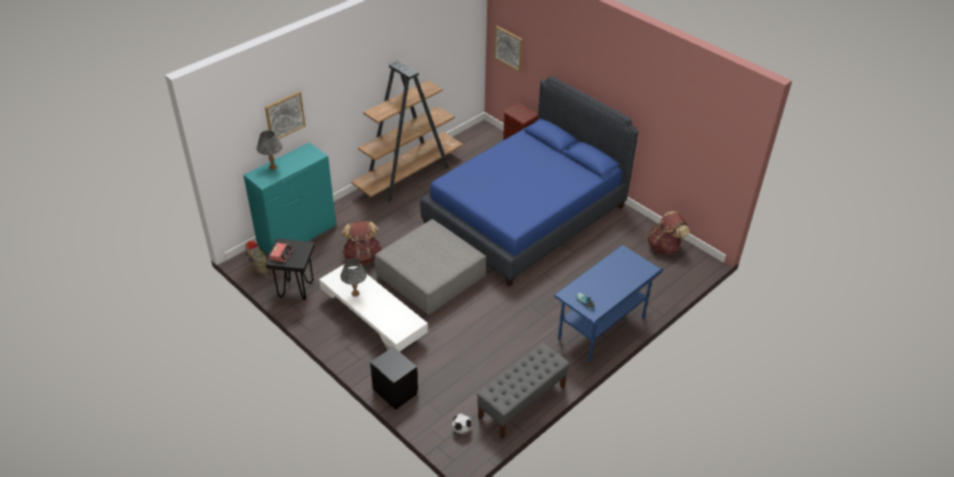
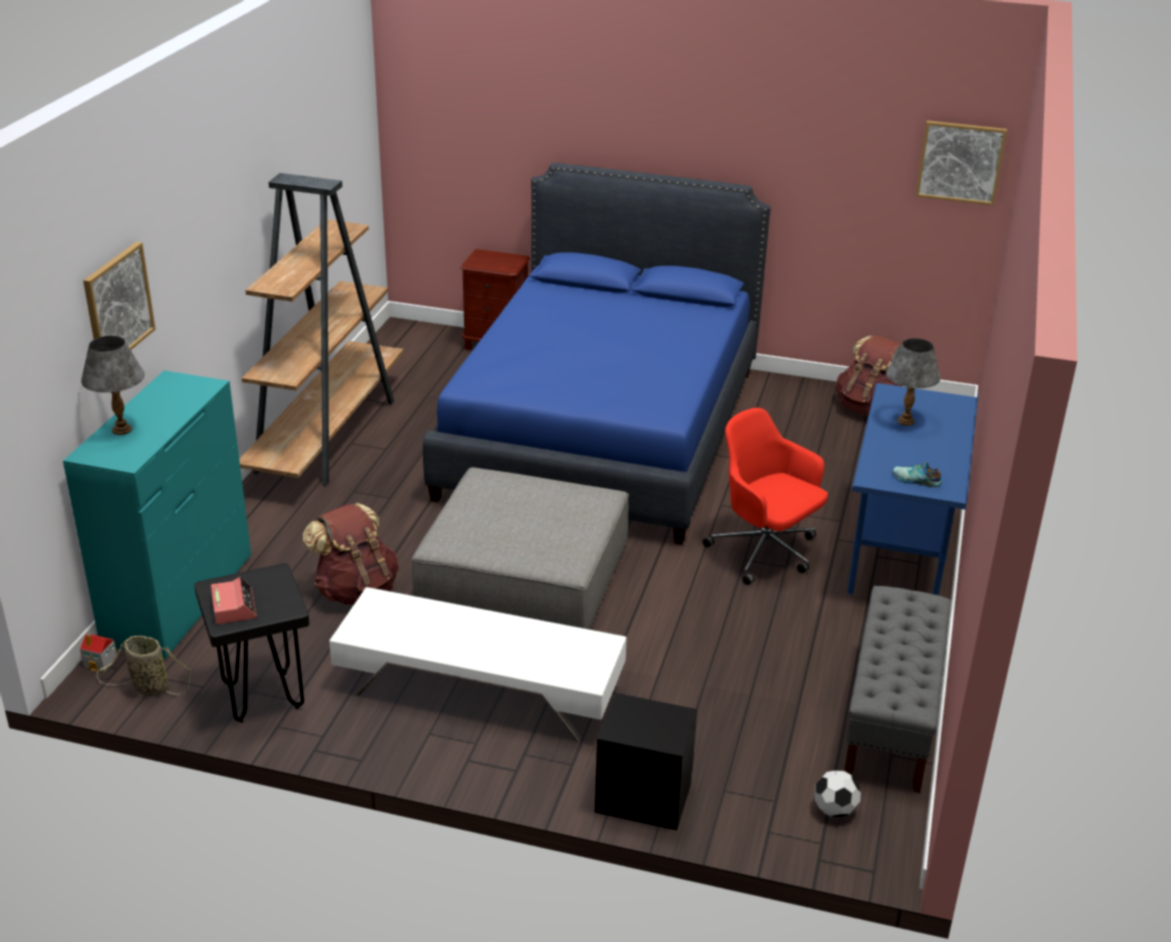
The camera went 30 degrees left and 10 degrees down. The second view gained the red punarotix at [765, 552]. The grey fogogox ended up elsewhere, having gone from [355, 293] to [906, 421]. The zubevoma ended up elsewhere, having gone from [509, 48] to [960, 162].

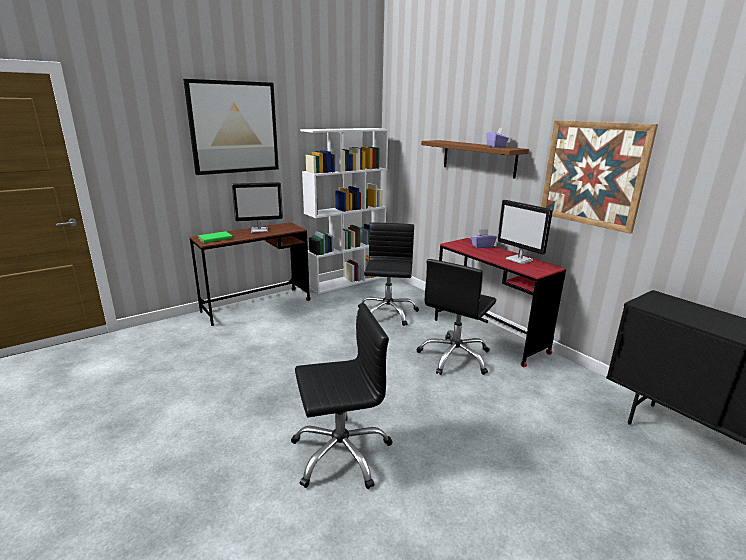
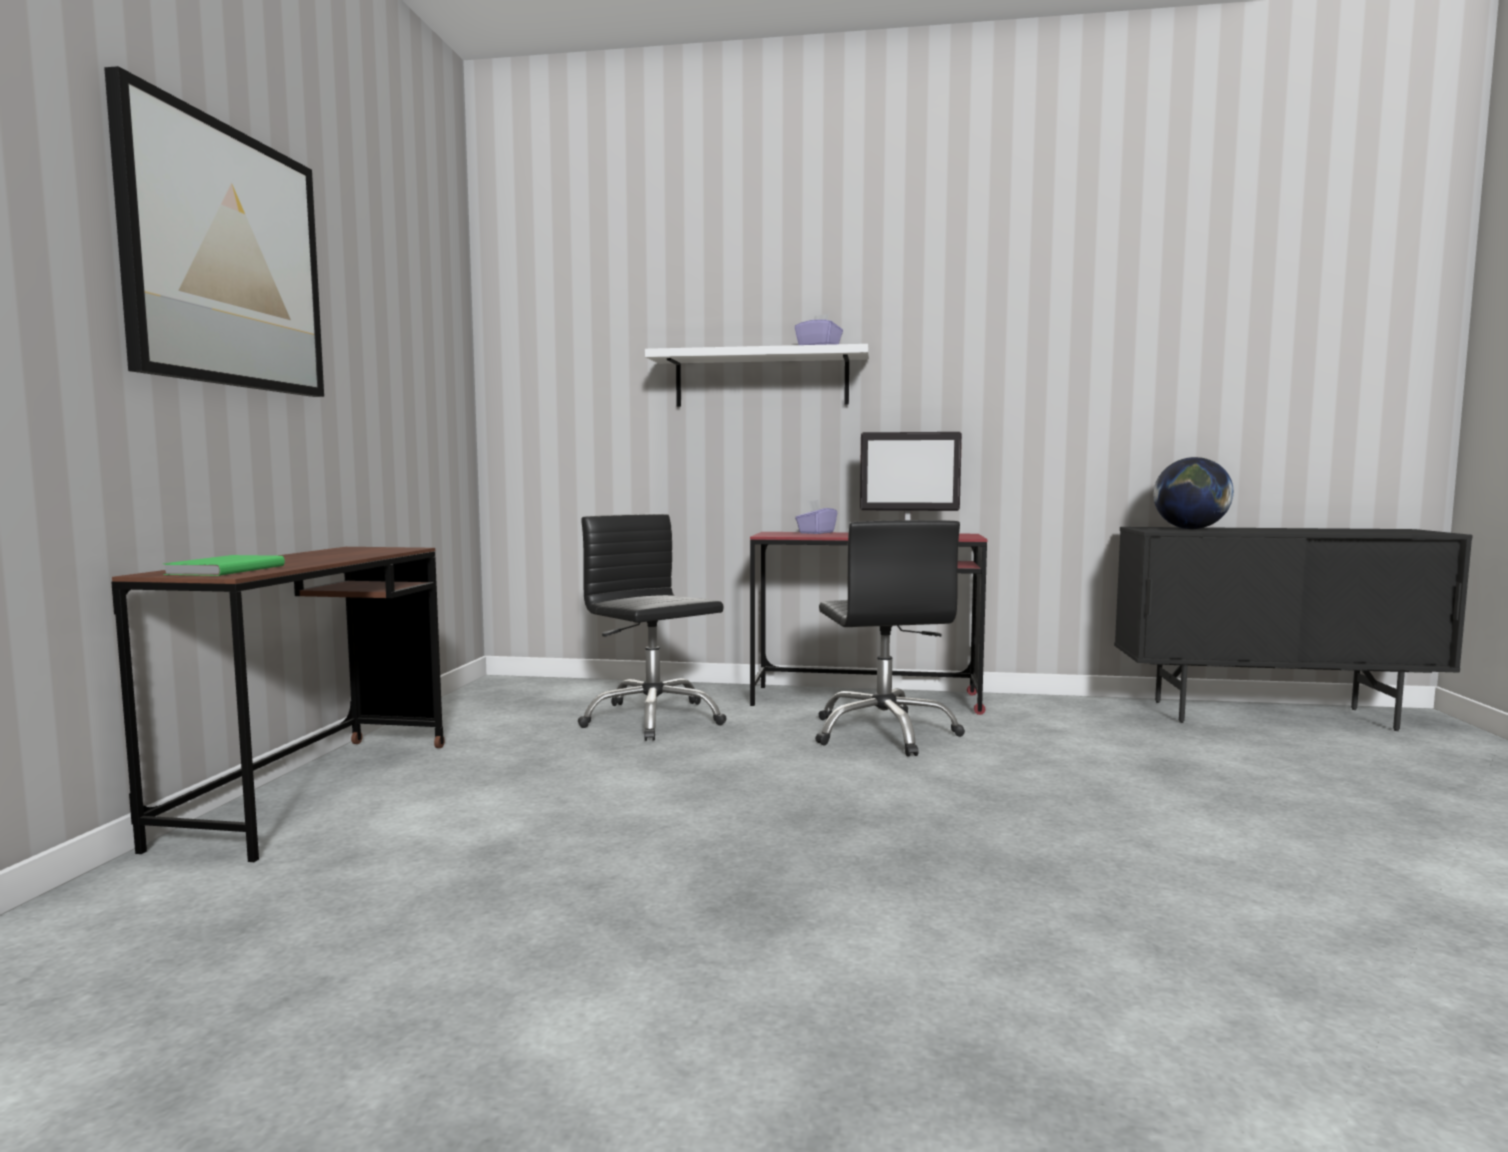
The camera went 45 degrees left and 15 degrees down. The second view lost the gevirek at [260, 230]. The second view lost the black punarotix at [340, 453]. The second view lost the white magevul at [346, 281]. The second view lost the zubevoma at [592, 174]. The second view gained the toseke at [1190, 529]. What was the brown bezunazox at [478, 158] turned into the white bezunazox at [761, 379].

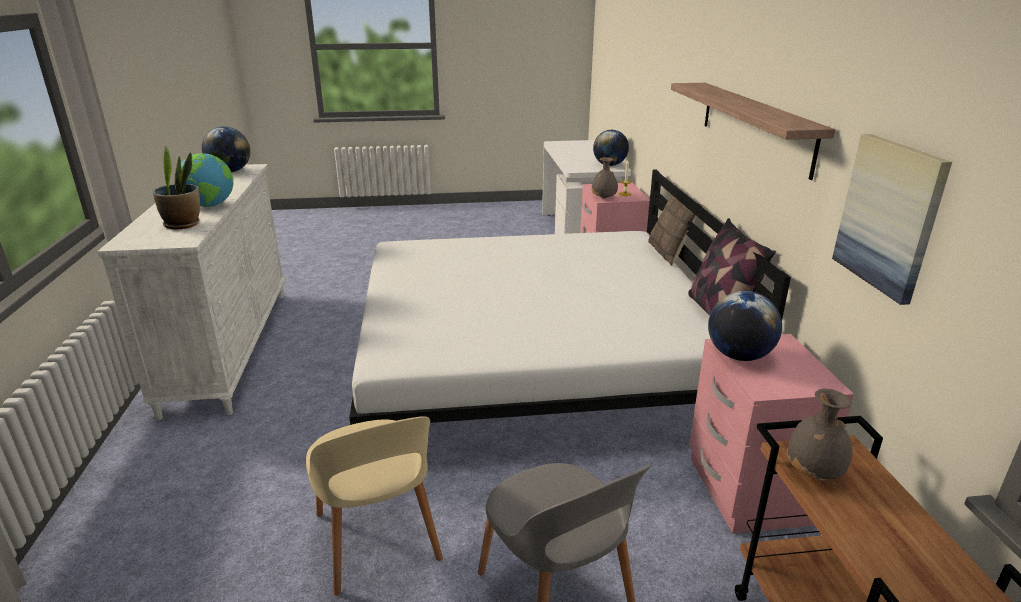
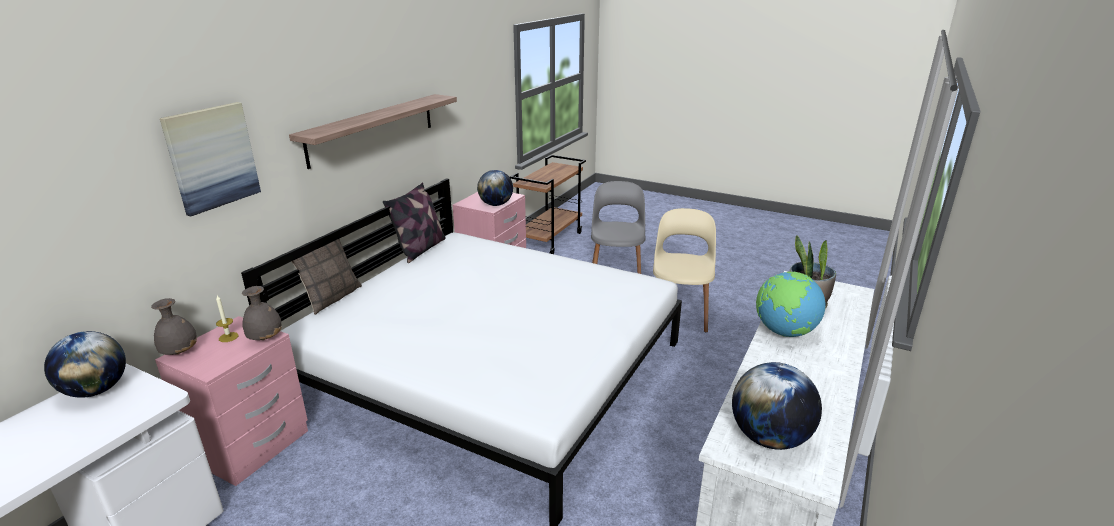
The camera went 145 degrees left and 0 degrees up. The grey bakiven ended up elsewhere, having gone from [814, 473] to [180, 352]. The zubevoma ended up elsewhere, having gone from [889, 216] to [212, 157].

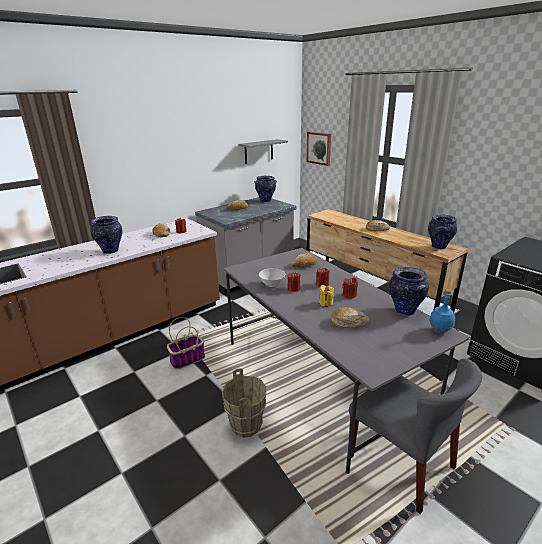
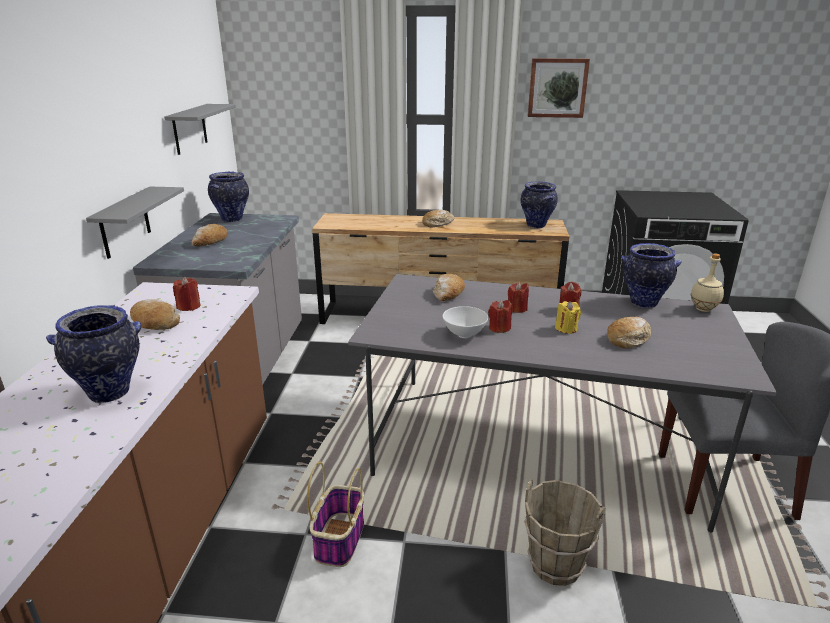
The camera went 45 degrees left and 0 degrees up. The second view gained the grey bezunazox at [125, 222]. The zubevoma ended up elsewhere, having gone from [319, 148] to [557, 88]. What was the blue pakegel at [440, 331] turned into the beige pakegel at [703, 309].

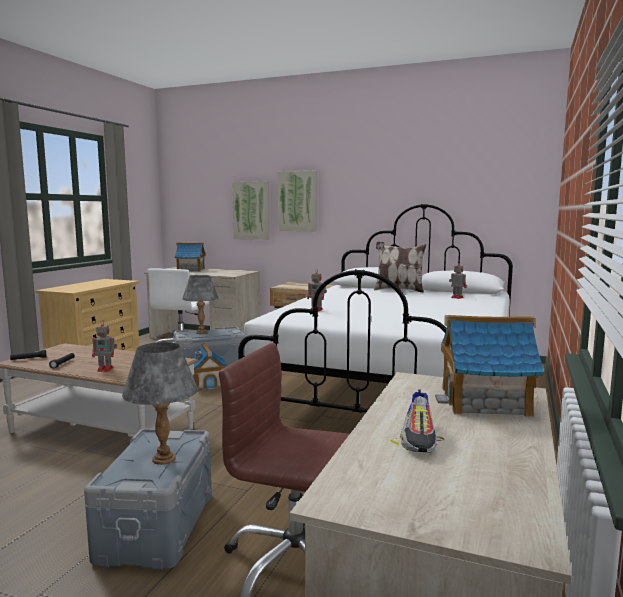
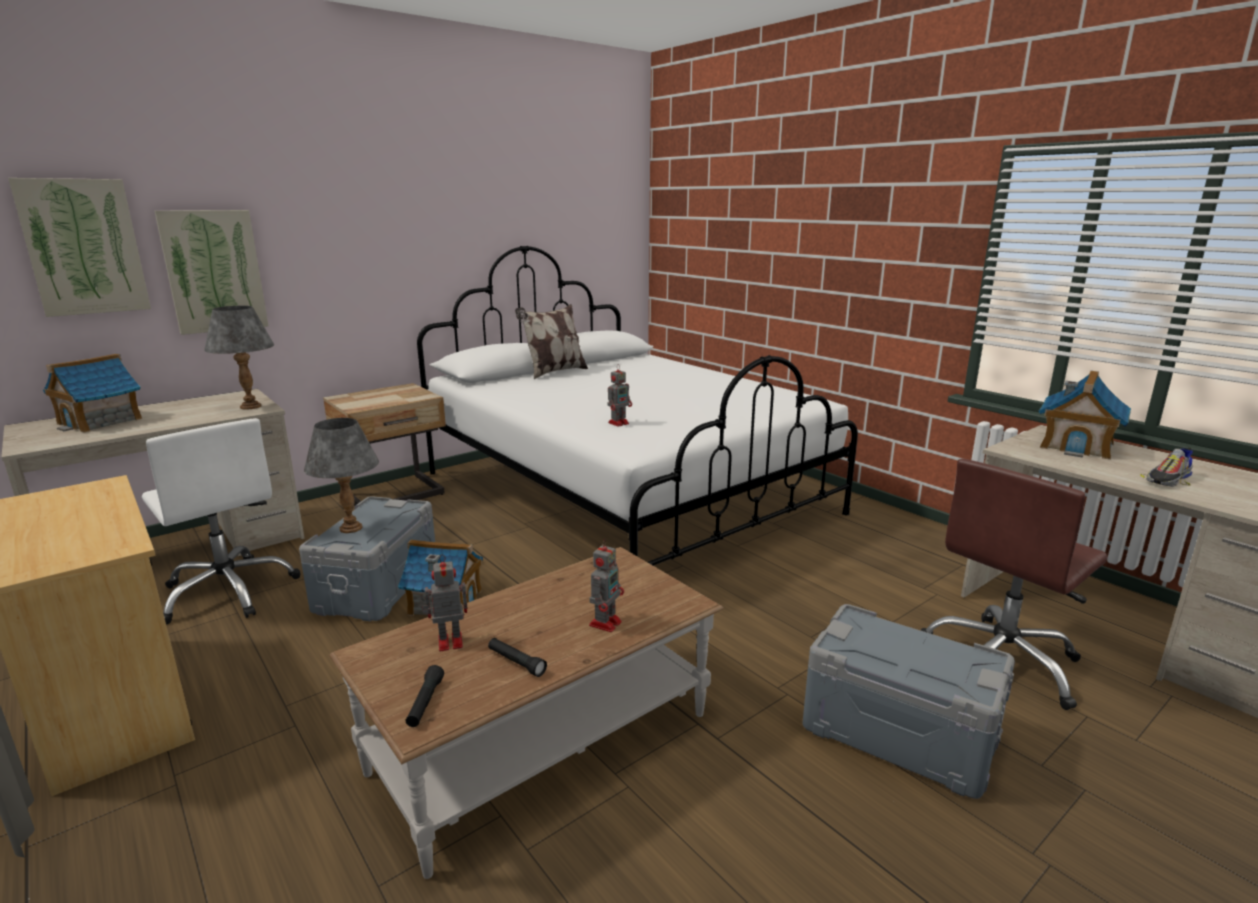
The camera went 60 degrees left and 10 degrees up. The grey fogogox ended up elsewhere, having gone from [163, 459] to [250, 406]. The zubevoma ended up elsewhere, having gone from [297, 201] to [83, 247]. The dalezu ended up elsewhere, having gone from [456, 297] to [448, 642]. The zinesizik at [419, 437] ended up facing another way, 105 degrees clockwise from before.

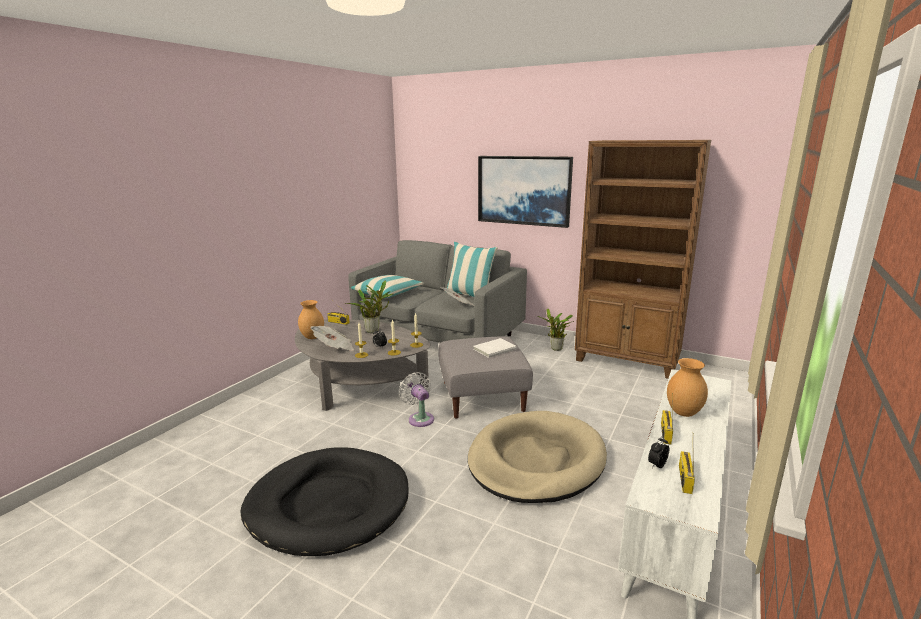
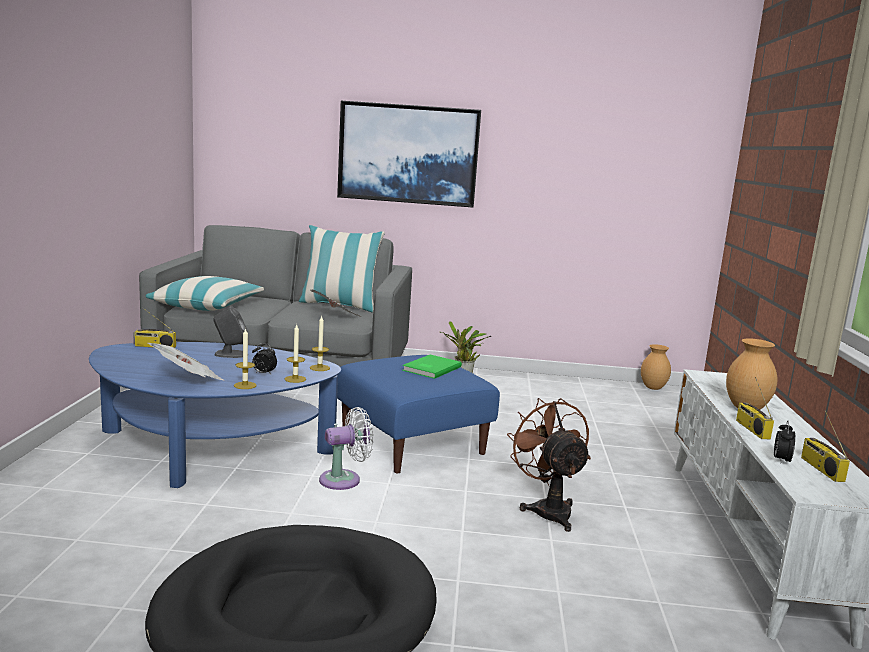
The camera went 25 degrees left and 5 degrees down. The second view lost the brown magevul at [627, 361]. The brown bakiven ended up elsewhere, having gone from [313, 337] to [653, 388]. Where the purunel stood at [374, 331], the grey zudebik came to stand at [230, 354]. Where the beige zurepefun stood at [536, 461], the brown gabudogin came to stand at [548, 509]. What was the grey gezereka at [360, 387] turned into the blue gezereka at [210, 449]. What was the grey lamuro at [482, 396] turned into the blue lamuro at [411, 442]. What was the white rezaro at [493, 349] turned into the green rezaro at [430, 368]. The white gabudogin at [420, 418] ended up facing another way, 120 degrees clockwise from before.

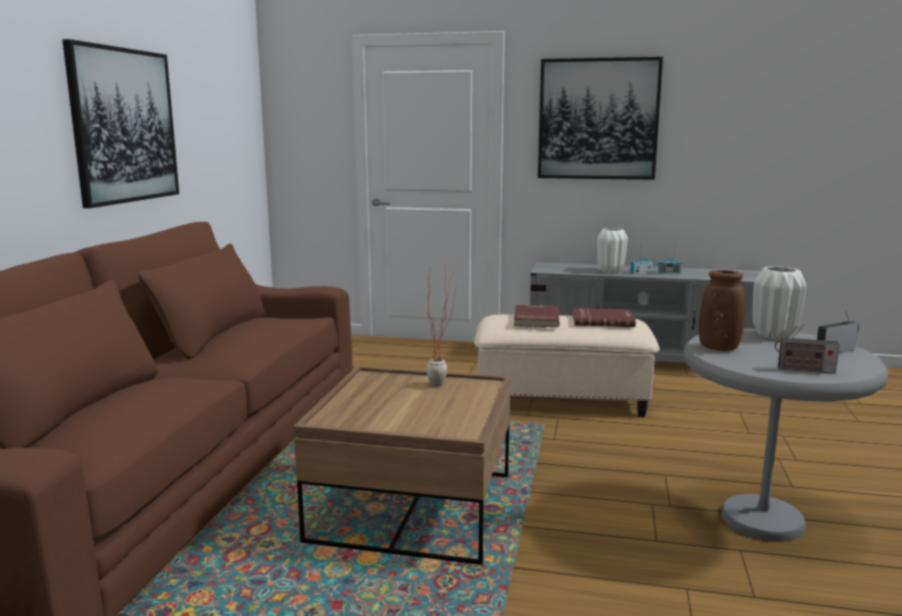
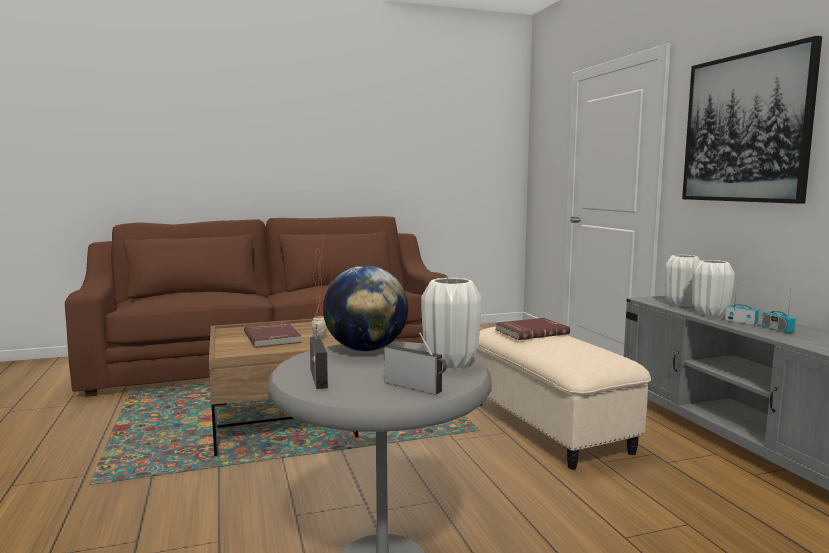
The camera went 60 degrees right and 5 degrees down. The second view lost the zubevoma at [124, 126]. The second view gained the white bakiven at [680, 304]. The red rezaro ended up elsewhere, having gone from [602, 320] to [273, 337]. Where the brown bakiven stood at [719, 348], the toseke came to stand at [366, 349].

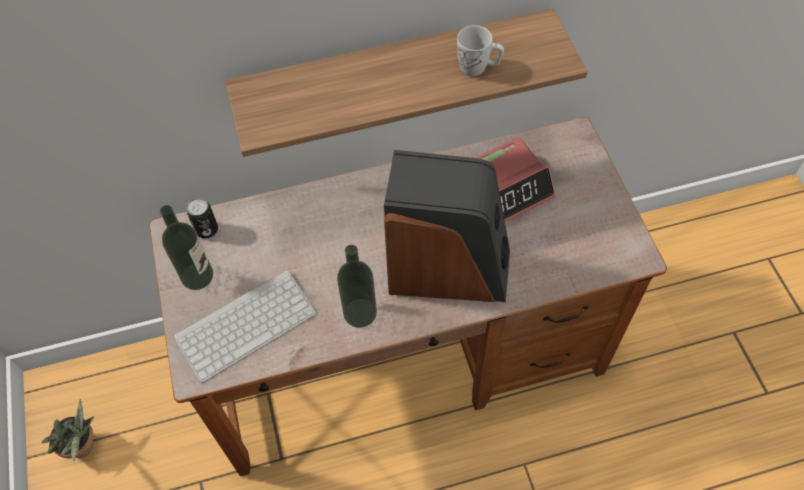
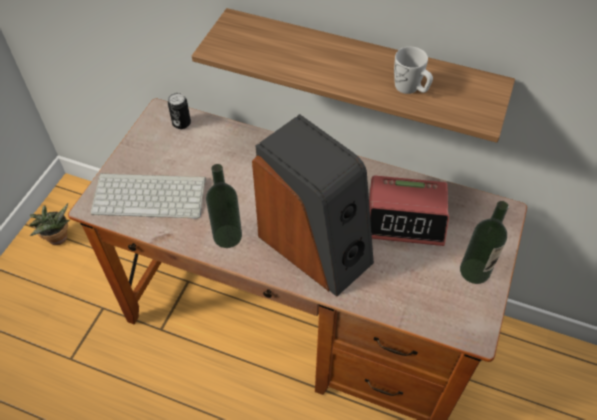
The camera went 35 degrees right and 5 degrees down. The pakegel ended up elsewhere, having gone from [197, 276] to [474, 271].

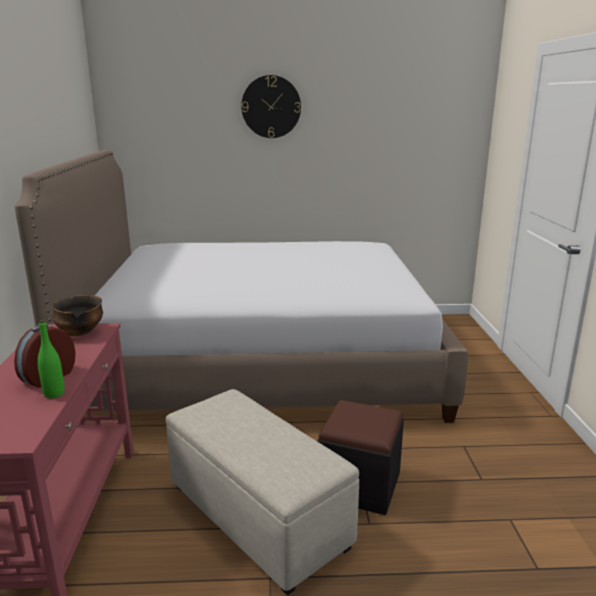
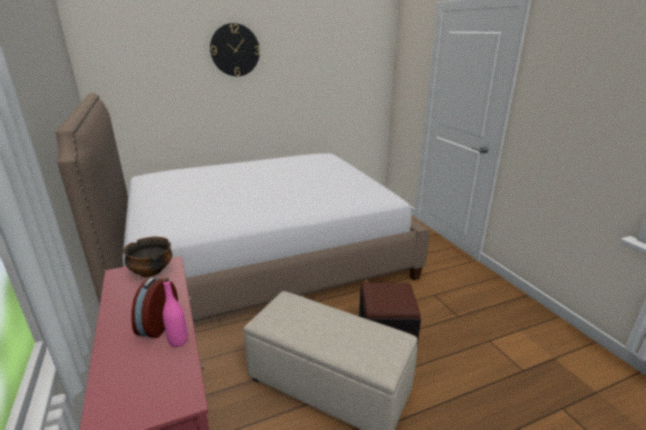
The camera went 20 degrees left and 5 degrees up. What was the green pakegel at [54, 394] turned into the pink pakegel at [178, 341].

